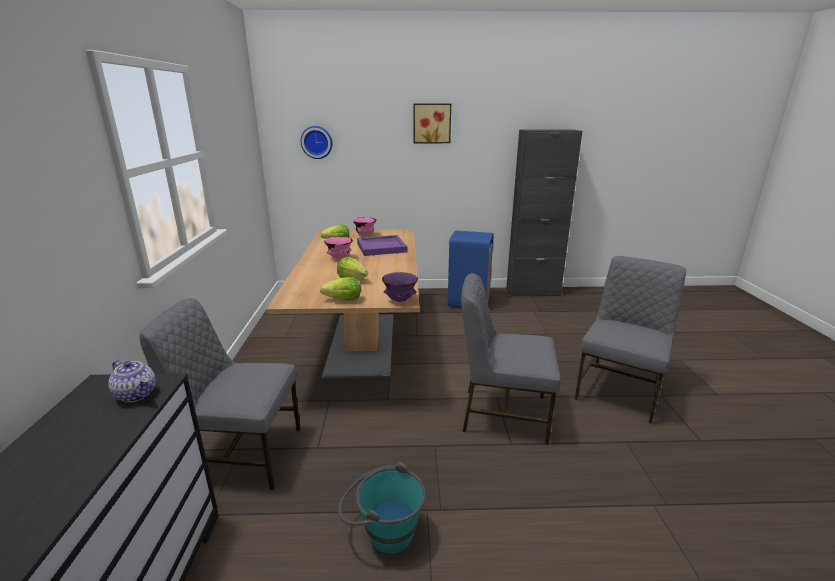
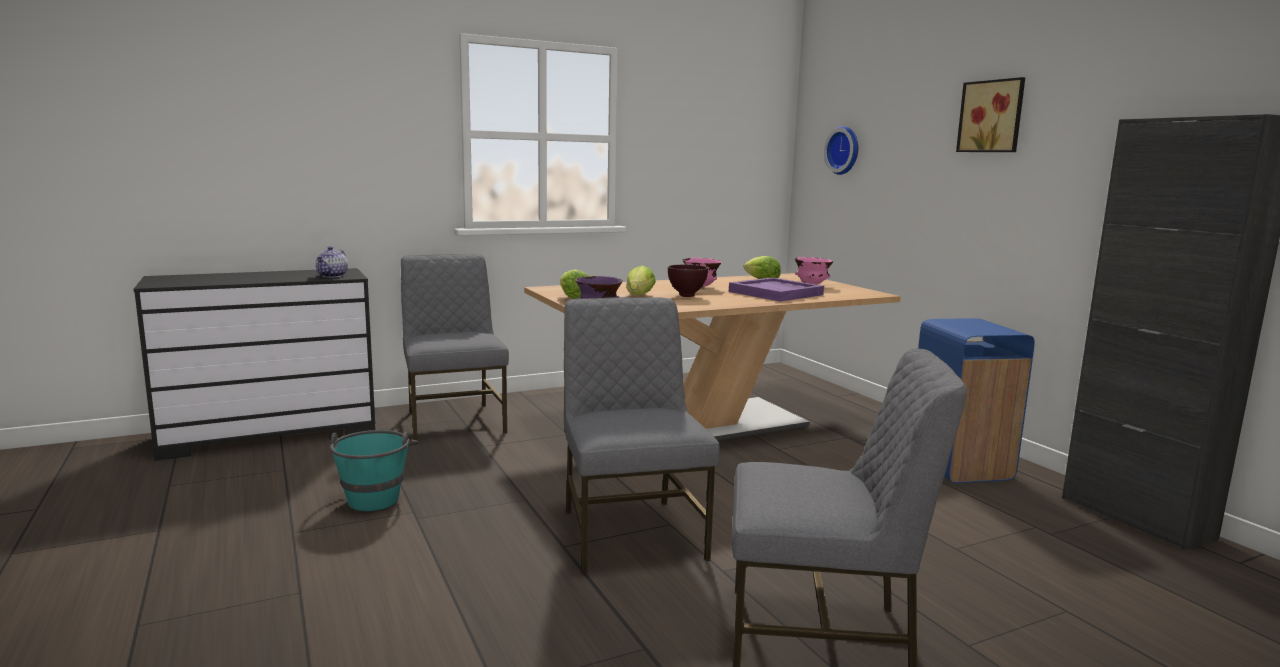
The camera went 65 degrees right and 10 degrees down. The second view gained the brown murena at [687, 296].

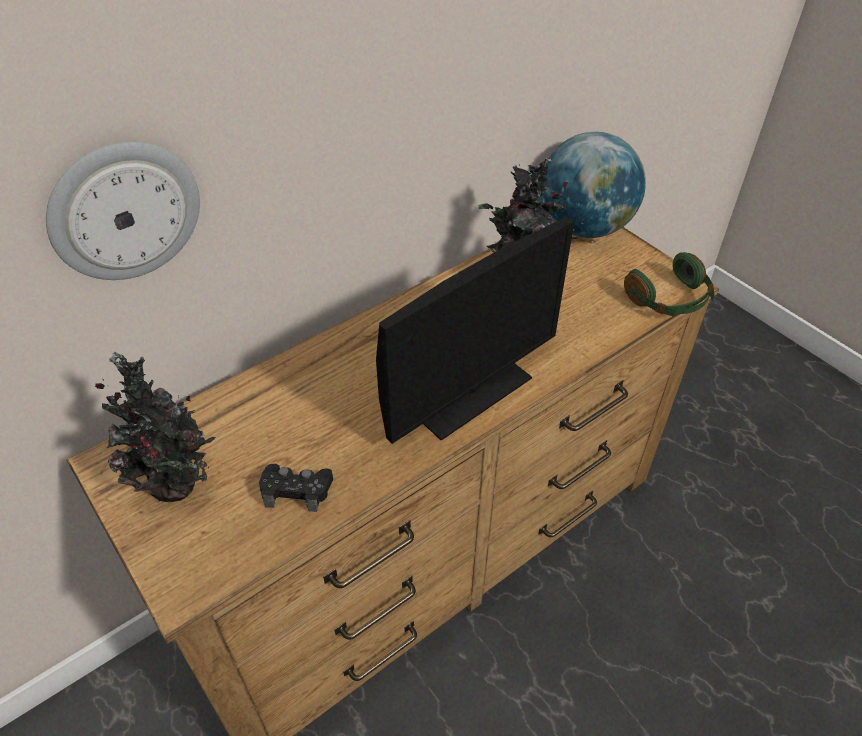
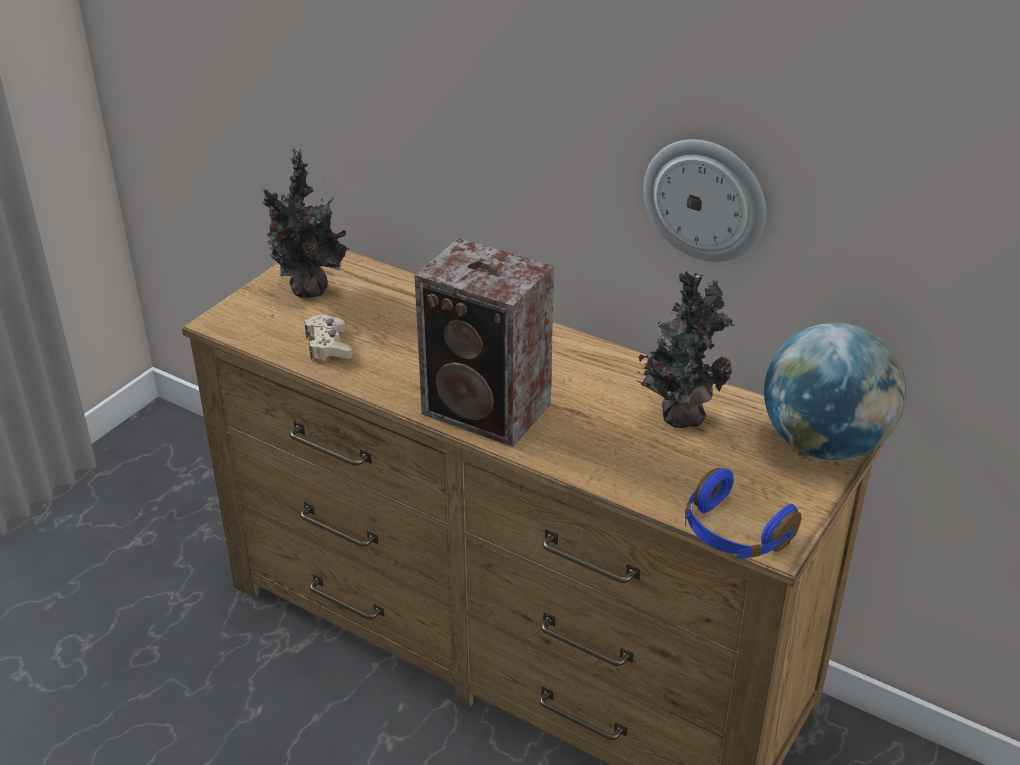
The camera went 70 degrees right and 10 degrees down. The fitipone ended up elsewhere, having gone from [125, 211] to [705, 199]. Where the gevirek stood at [469, 392], the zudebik came to stand at [489, 411]. What was the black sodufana at [297, 490] turned into the beige sodufana at [328, 345]. What was the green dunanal at [669, 300] turned into the blue dunanal at [733, 534].

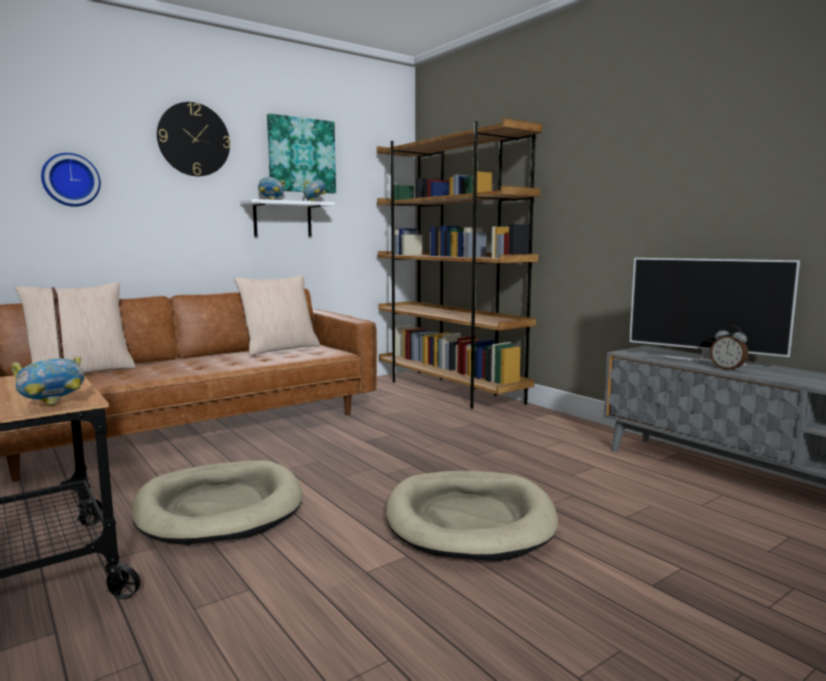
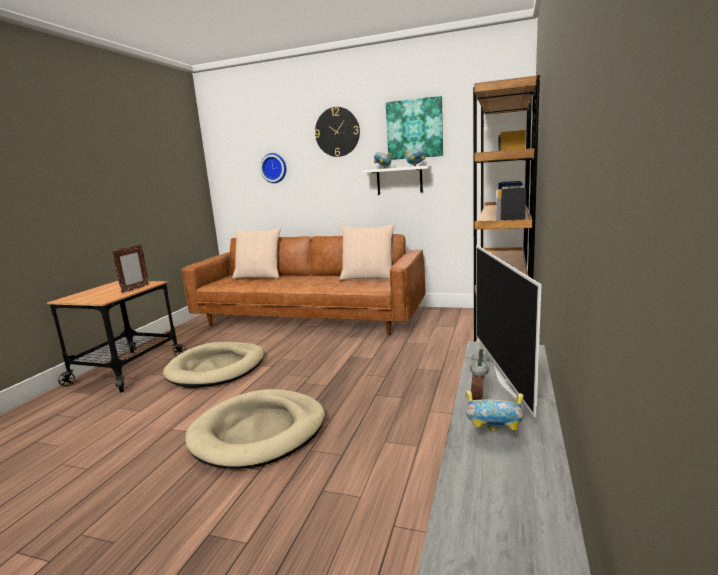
The camera went 55 degrees right and 5 degrees up. The murena ended up elsewhere, having gone from [53, 406] to [494, 434].

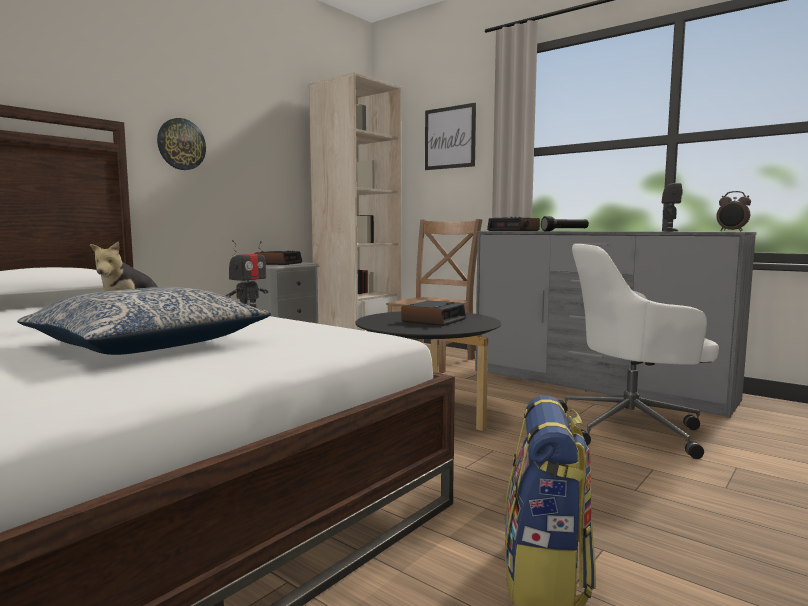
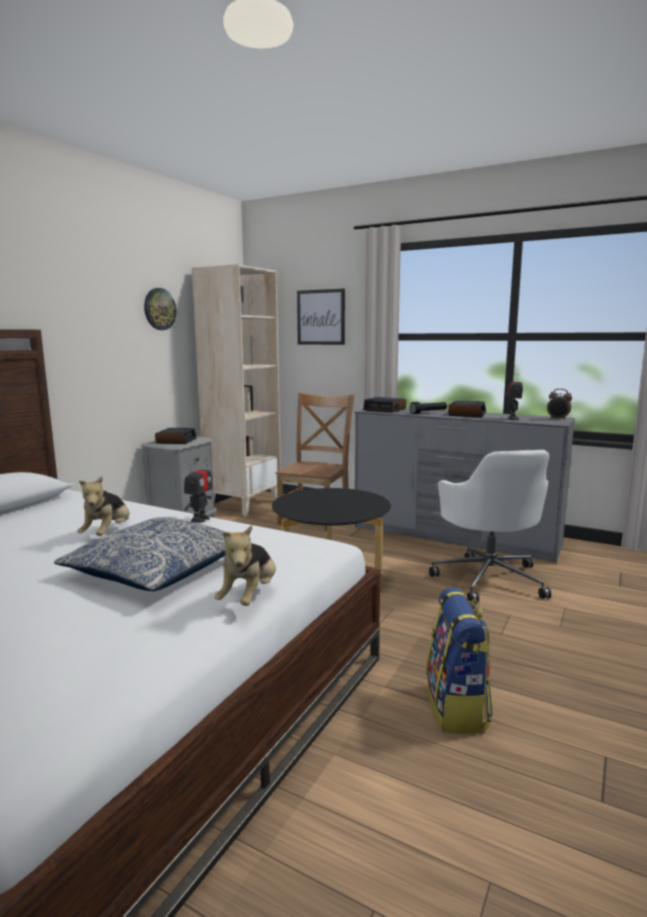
The camera went 10 degrees left and 5 degrees up. The second view gained the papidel at [249, 597]. The fitipone ended up elsewhere, having gone from [181, 144] to [159, 309]. The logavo ended up elsewhere, having gone from [433, 320] to [466, 414]. The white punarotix at [632, 429] ended up facing another way, 90 degrees counterclockwise from before.

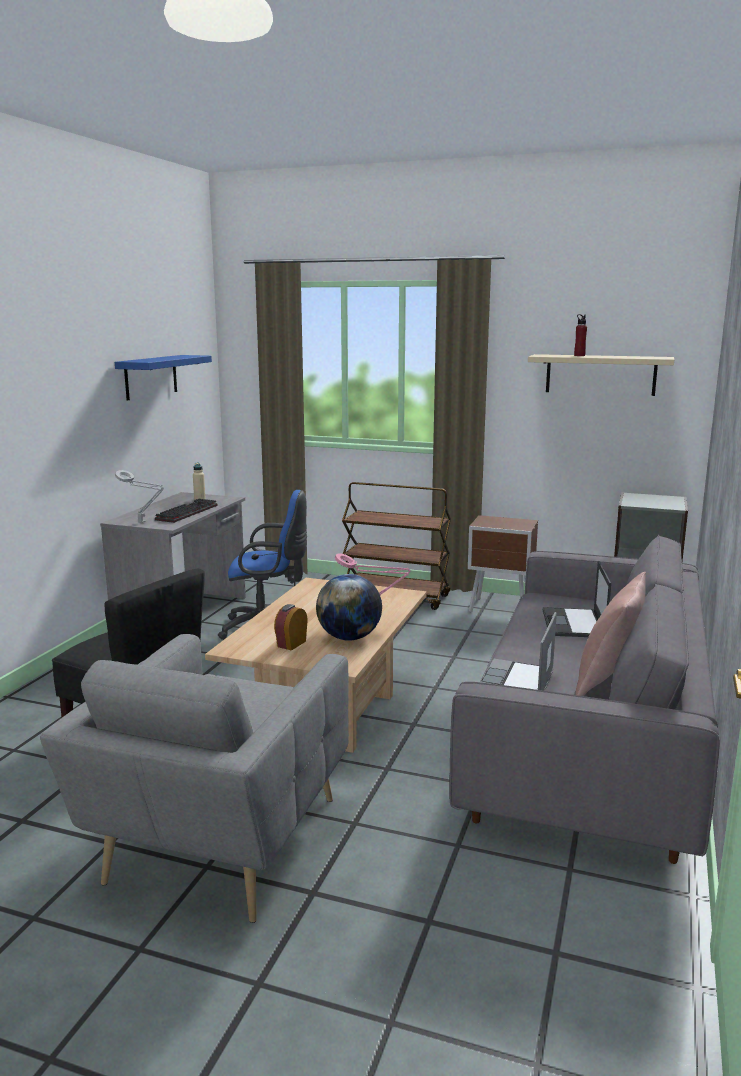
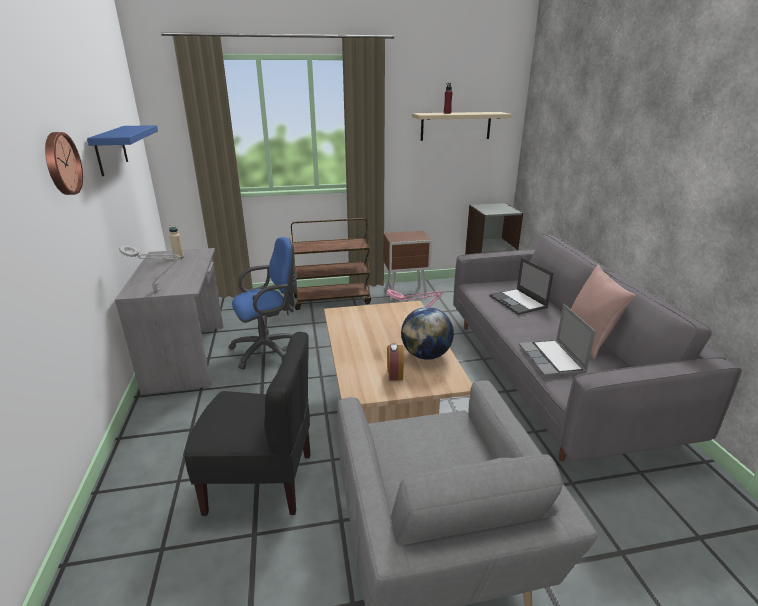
The camera went 30 degrees left and 10 degrees up. The second view lost the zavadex at [186, 512]. The second view gained the fitipone at [61, 164].

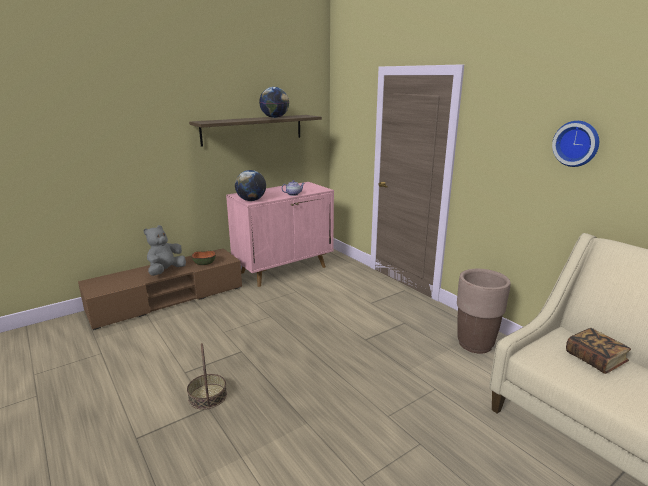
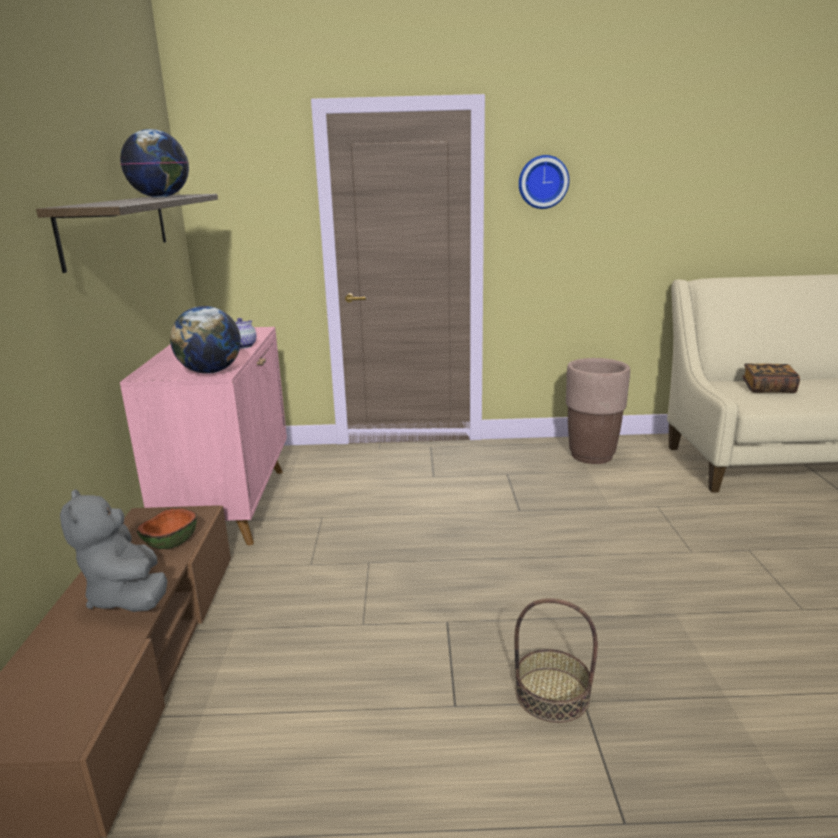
The camera went 55 degrees left and 0 degrees up. The fitipone ended up elsewhere, having gone from [577, 143] to [542, 182].

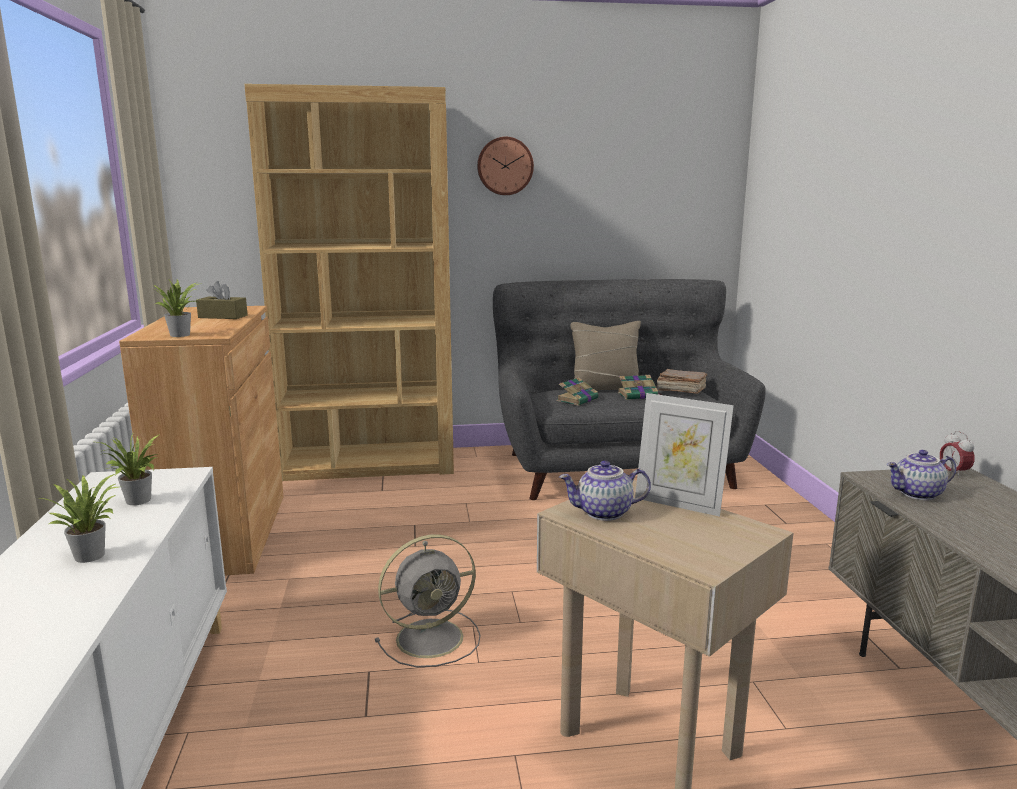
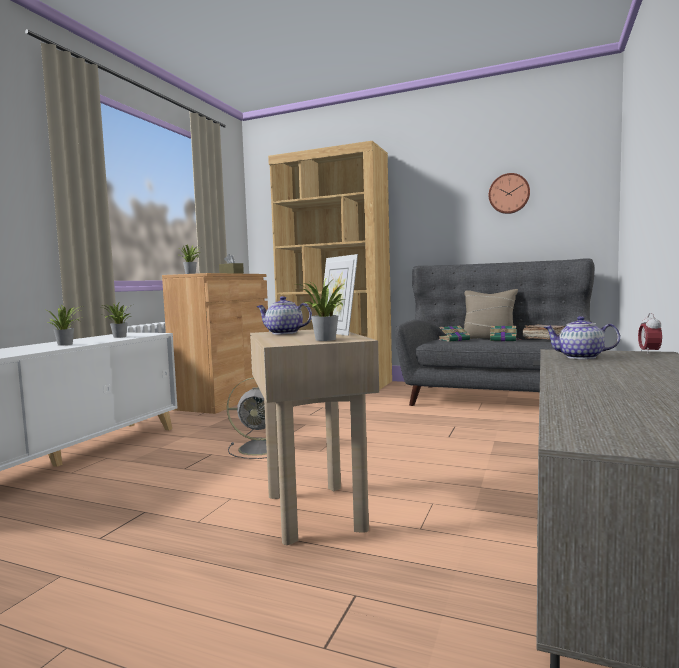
The camera went 30 degrees right and 10 degrees down. The second view gained the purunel at [325, 340]. The fitipone ended up elsewhere, having gone from [505, 166] to [509, 194].

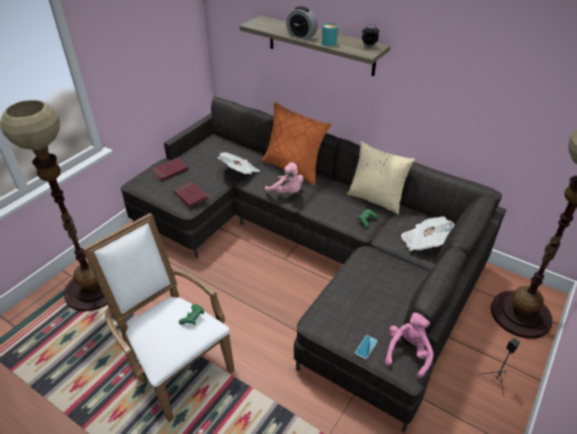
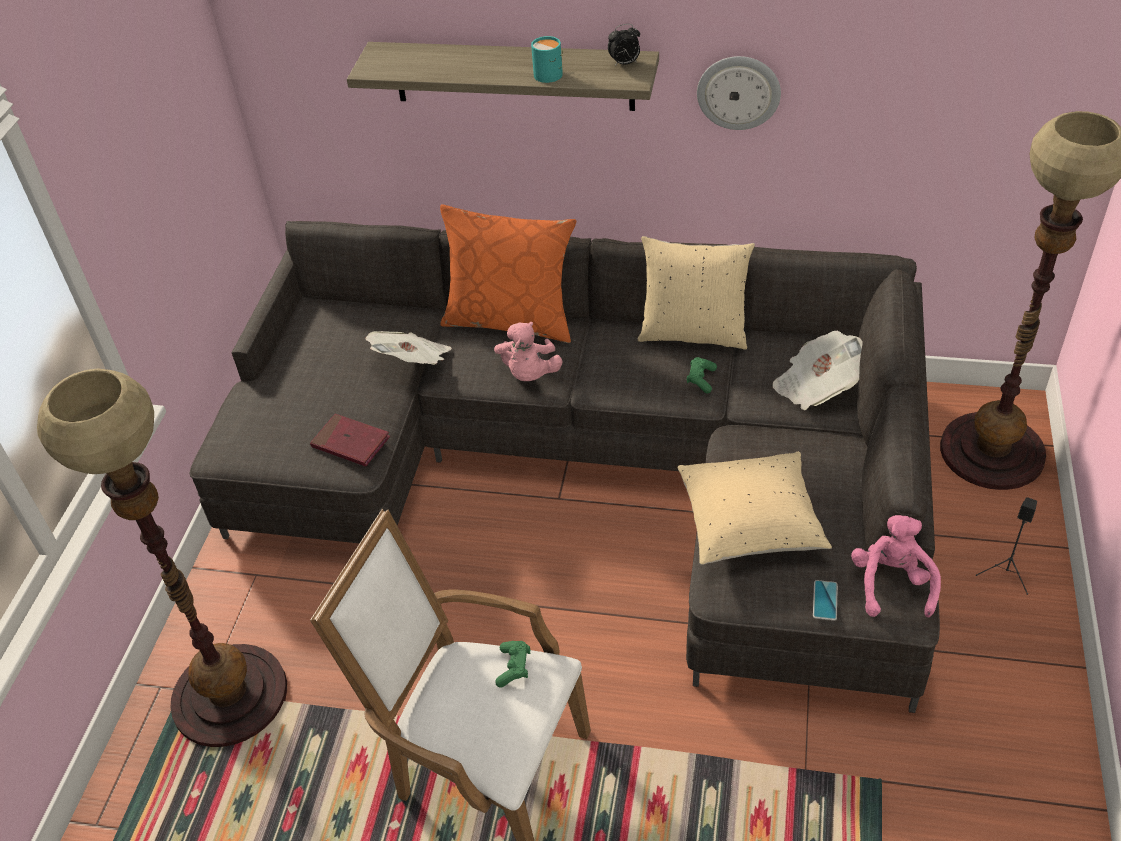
The camera went 20 degrees left and 5 degrees up. The second view lost the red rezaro at [170, 171]. The second view lost the logavo at [301, 36]. The second view gained the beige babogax at [750, 524]. The second view gained the fitipone at [738, 92]. The pink papidel at [287, 192] ended up facing another way, 75 degrees clockwise from before.

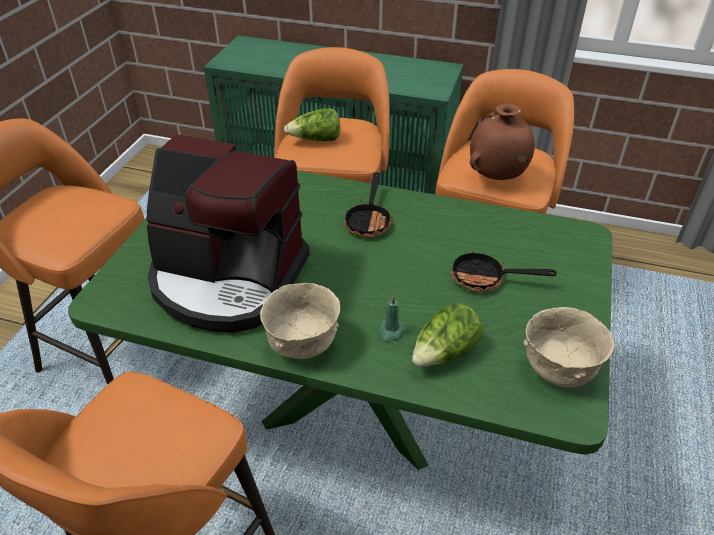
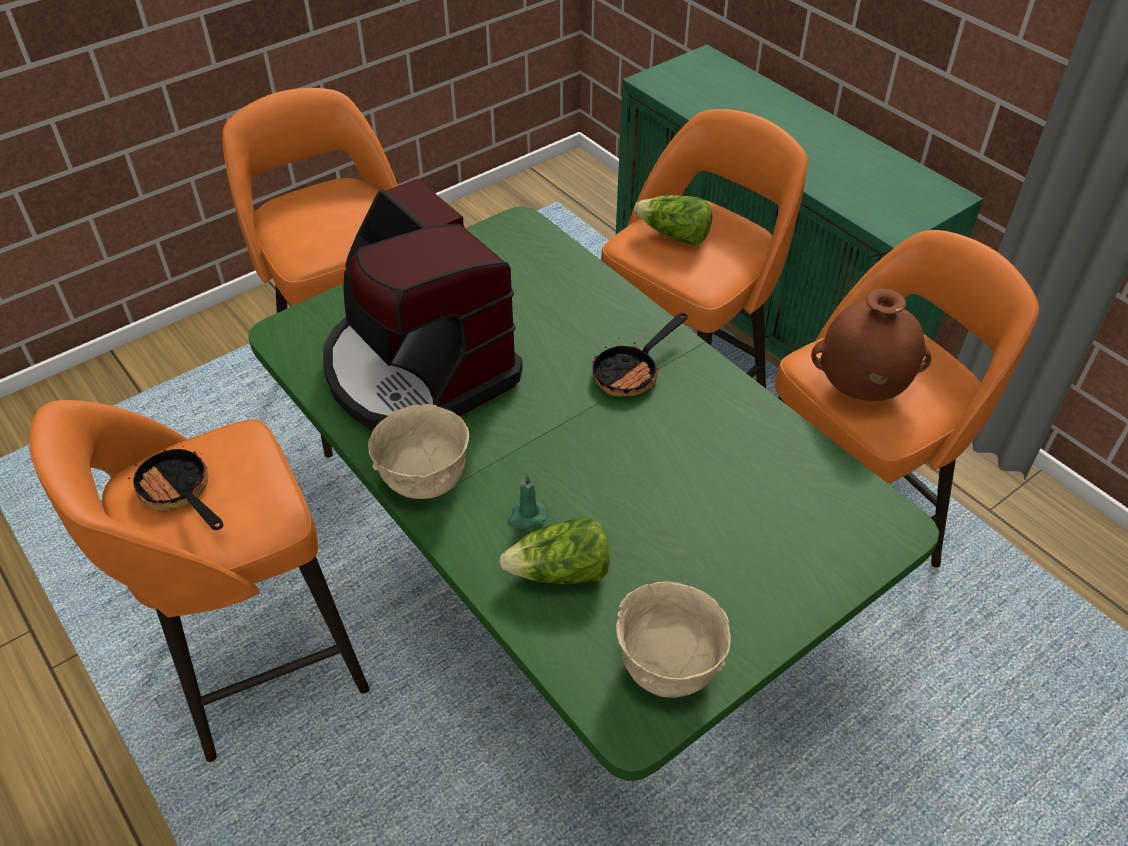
The camera went 35 degrees right and 5 degrees up. The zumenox ended up elsewhere, having gone from [486, 279] to [179, 493].

